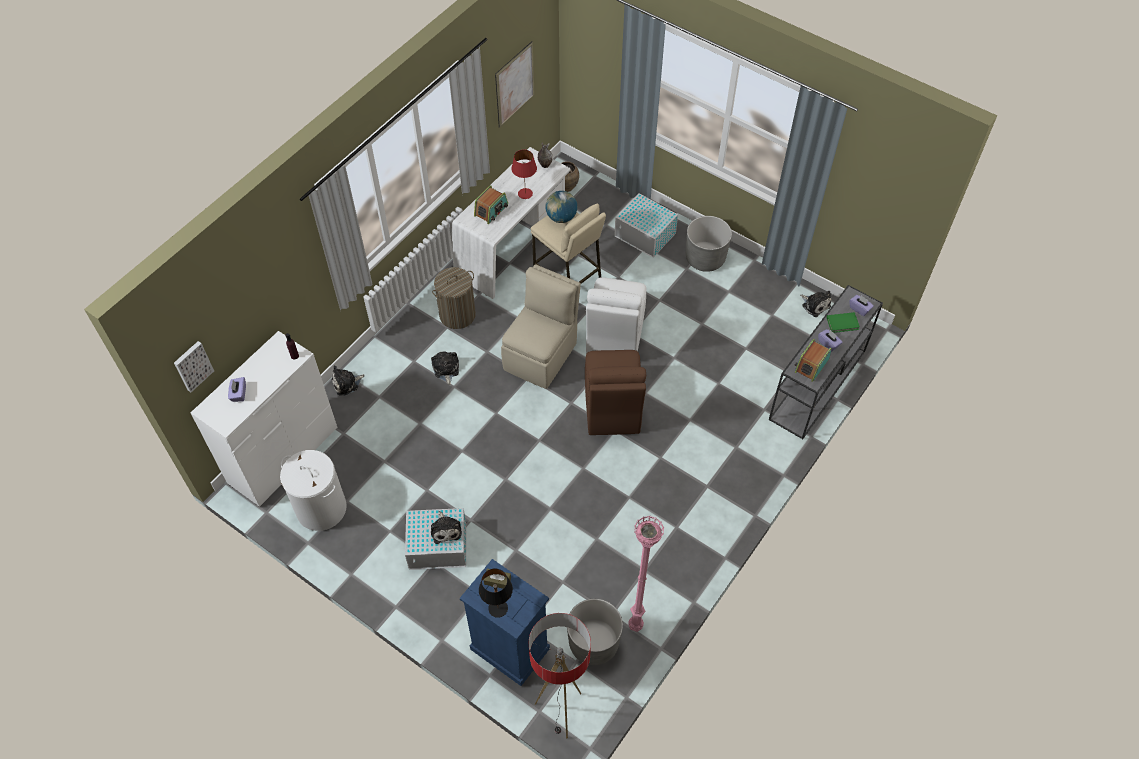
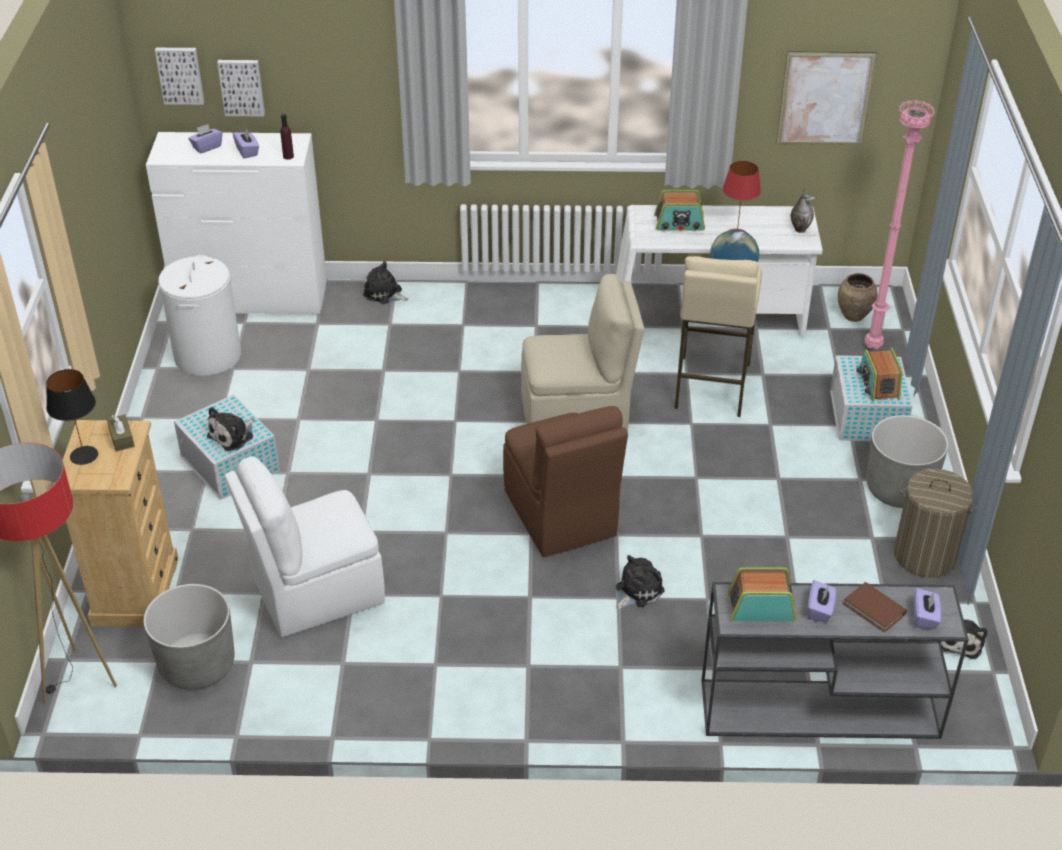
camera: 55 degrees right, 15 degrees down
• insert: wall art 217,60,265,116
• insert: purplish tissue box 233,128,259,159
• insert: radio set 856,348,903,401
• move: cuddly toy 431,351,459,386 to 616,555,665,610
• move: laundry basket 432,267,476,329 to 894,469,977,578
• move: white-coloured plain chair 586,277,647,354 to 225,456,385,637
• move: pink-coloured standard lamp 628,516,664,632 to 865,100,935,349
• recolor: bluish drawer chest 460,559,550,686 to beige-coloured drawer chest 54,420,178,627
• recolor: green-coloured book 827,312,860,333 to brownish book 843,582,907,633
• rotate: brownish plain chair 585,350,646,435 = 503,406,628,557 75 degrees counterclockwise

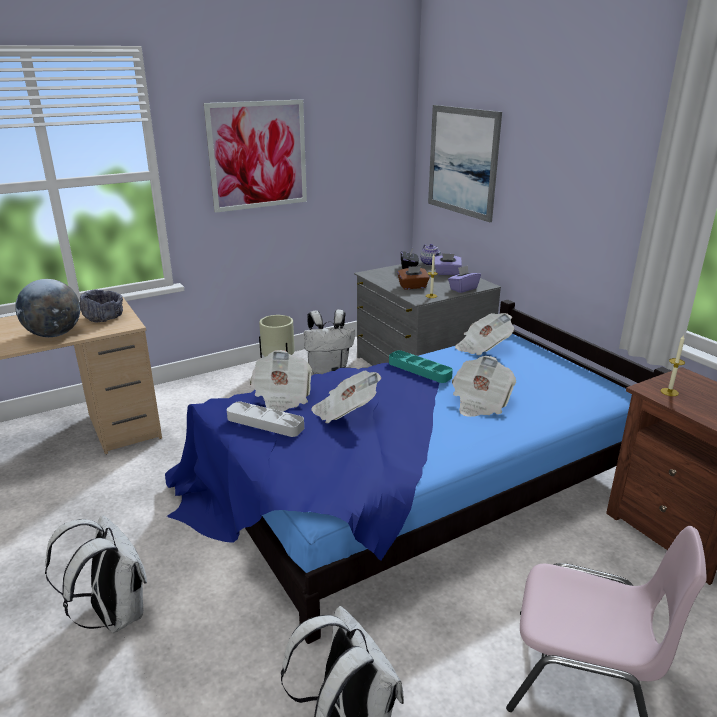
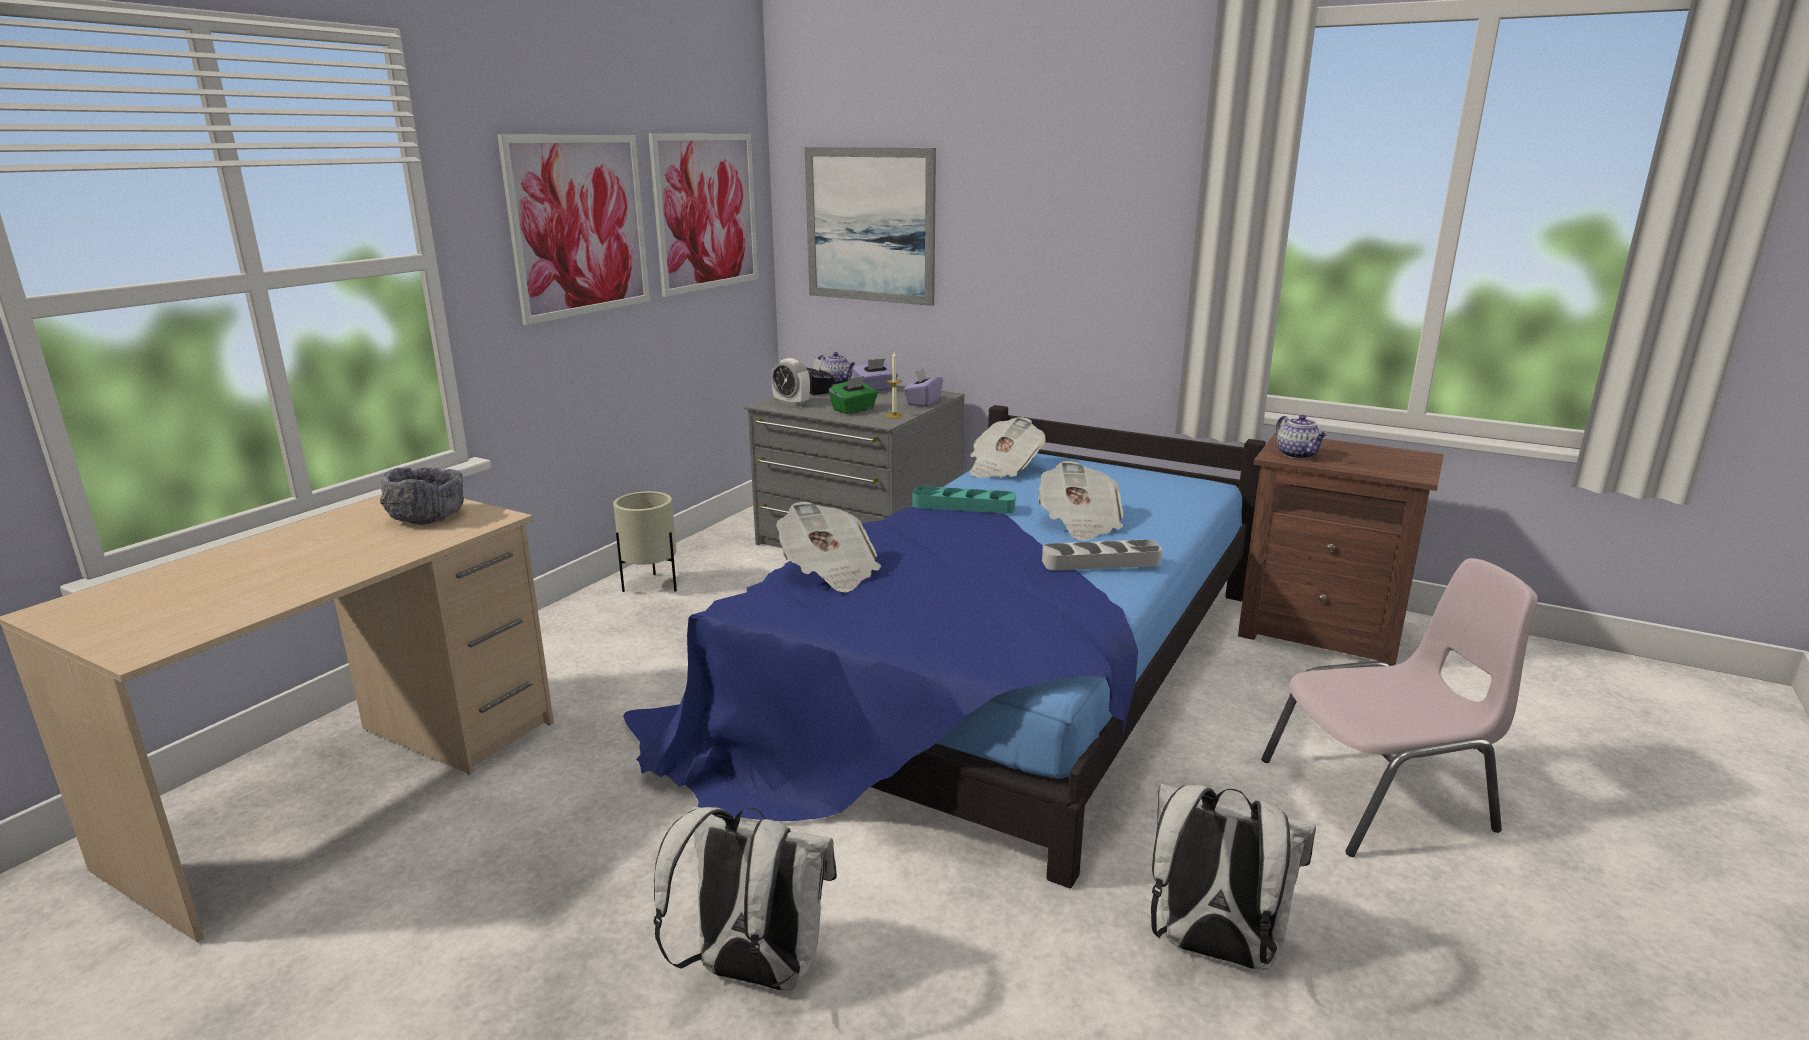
camera: 30 degrees left, 5 degrees down
• delete: globe 15,279,80,337
• delete: white-coloured backpack 304,309,355,374
• delete: daily paper 311,370,381,423
• insert: wall art 649,133,758,297
• insert: table clock 771,358,810,406
• move: gray serving tray 227,401,304,437 to 1042,540,1162,570
• replace: wax candle 661,335,685,396 to tea pot 1276,415,1327,459
• recolor: brownish tissue box 397,266,430,289 to green-coloured tissue box 829,376,878,414

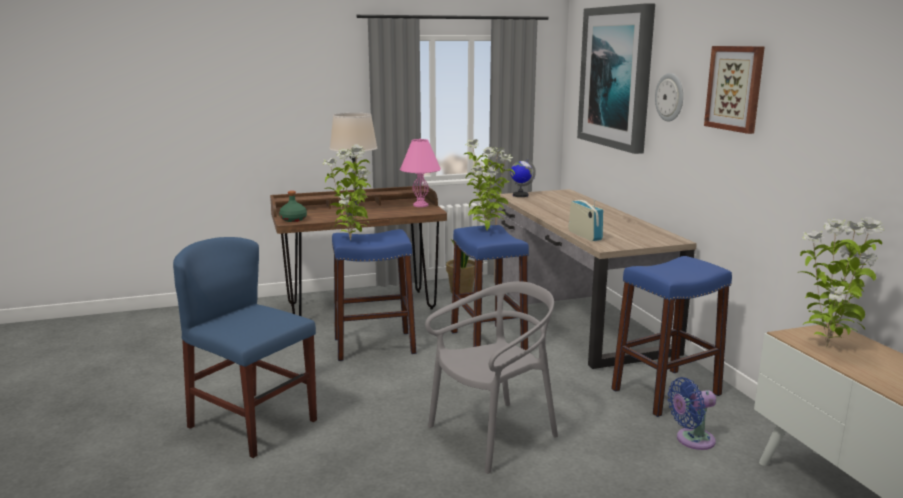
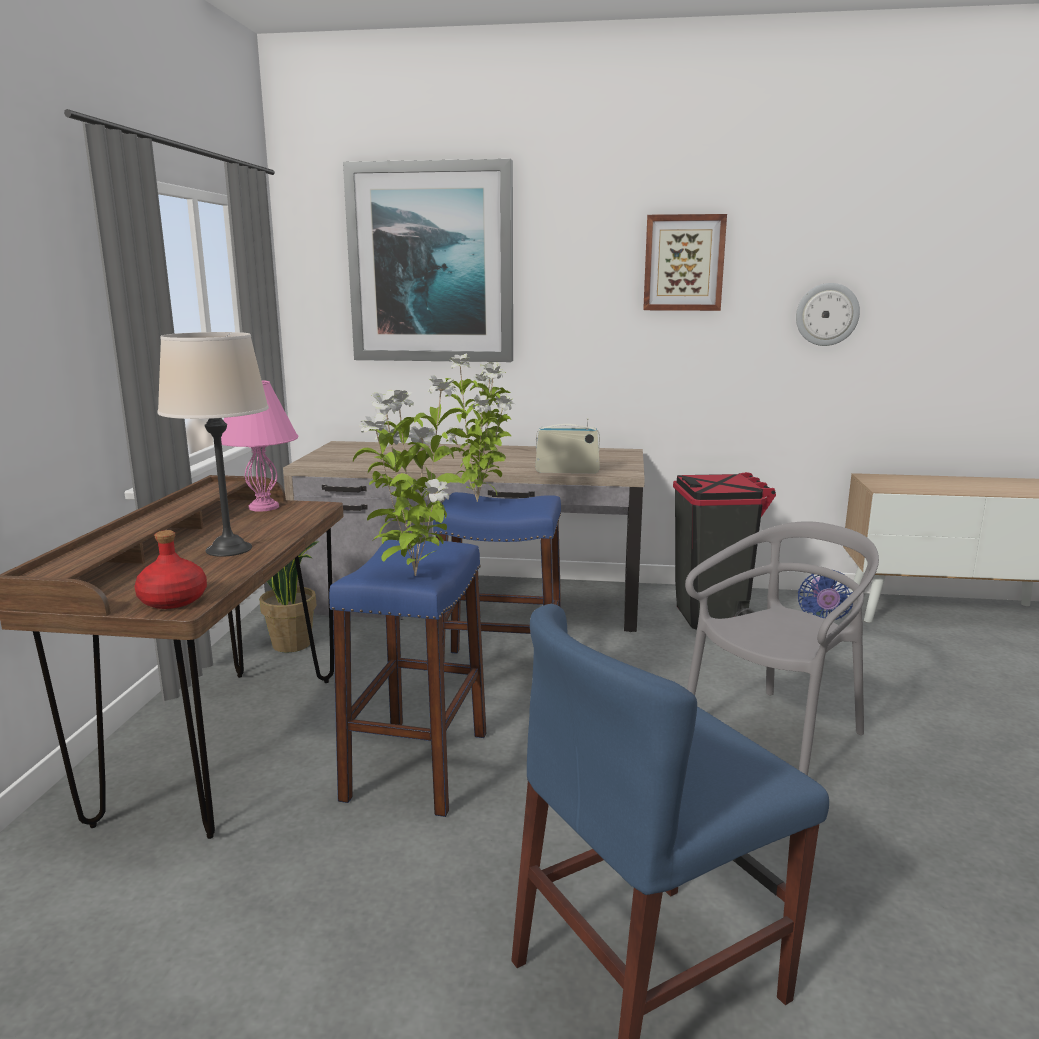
camera: 65 degrees left, 0 degrees up
• delete: globe 510,159,536,197
• delete: plant in a pot 800,217,884,347
• move: wall clock 655,73,683,121 to 796,283,860,346
• replace: bluish sitting stool 611,256,732,417 to blackish rubbish bin 673,472,776,630
• recolor: green-coloured bottle 279,191,307,222 to red-coloured bottle 134,530,207,609
• rotate: gray plain chair 425,281,558,474 = 685,521,879,776 60 degrees clockwise

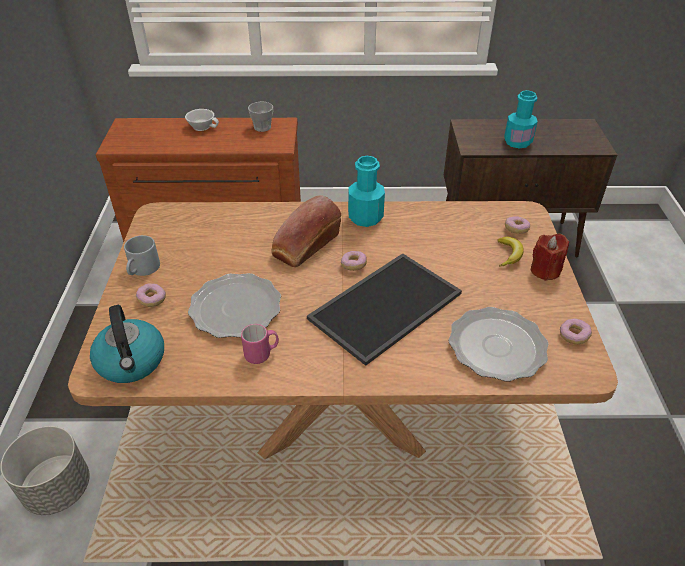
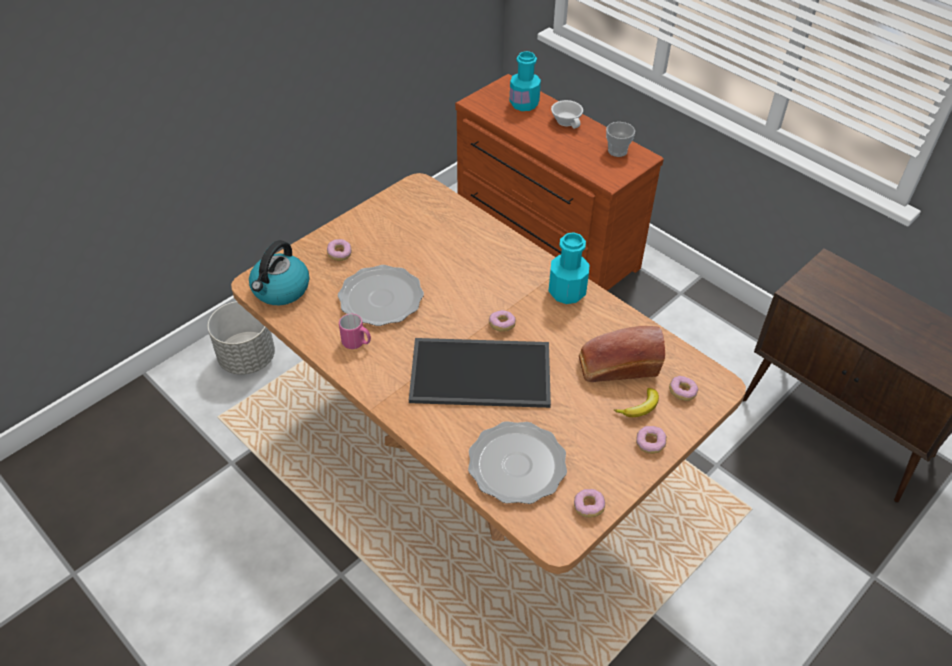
camera: 45 degrees right, 5 degrees up
• delete: gray tea mug 124,235,160,276
• move: baked bread 271,195,341,267 to 579,326,665,382
• move: blue-green bottle 504,90,538,148 to 509,51,541,111
• replace: red-coloured wax candle 531,234,569,281 to donut 636,426,667,454

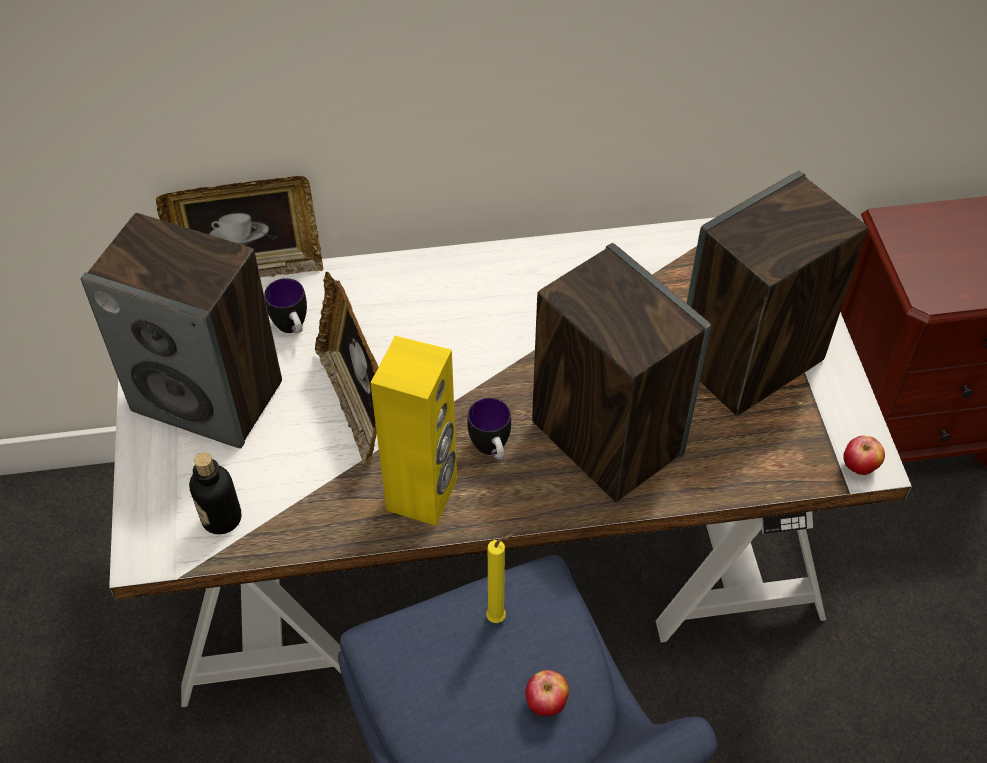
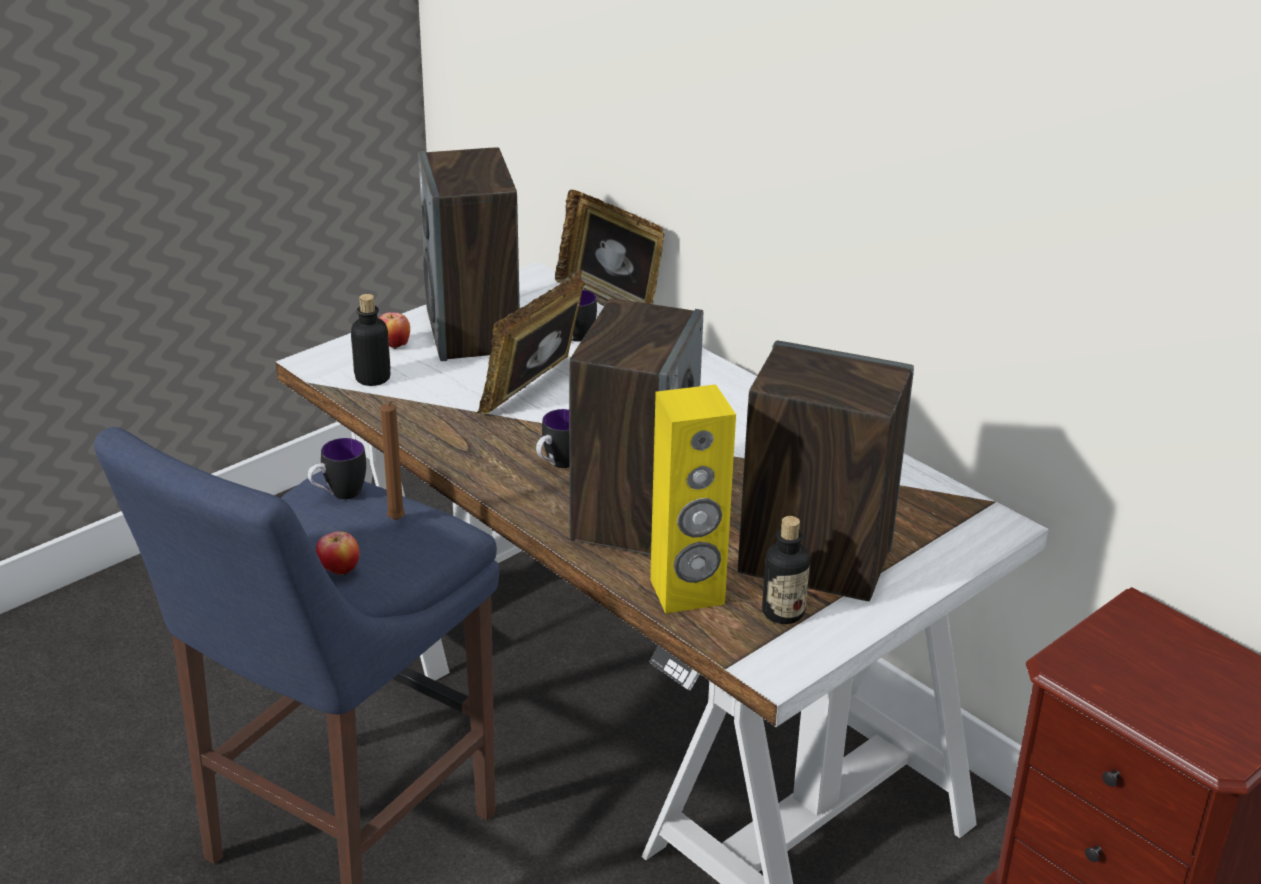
camera: 55 degrees right, 20 degrees down
• insert: tea mug 308,438,366,500
• insert: bottle 762,516,810,624
• move: yellowish audio speaker 370,336,457,526 to 650,384,736,614
• move: apple 843,436,885,475 to 379,312,410,350
• recolor: yellowish wax candle 486,534,514,623 to brownish wax candle 380,399,405,520

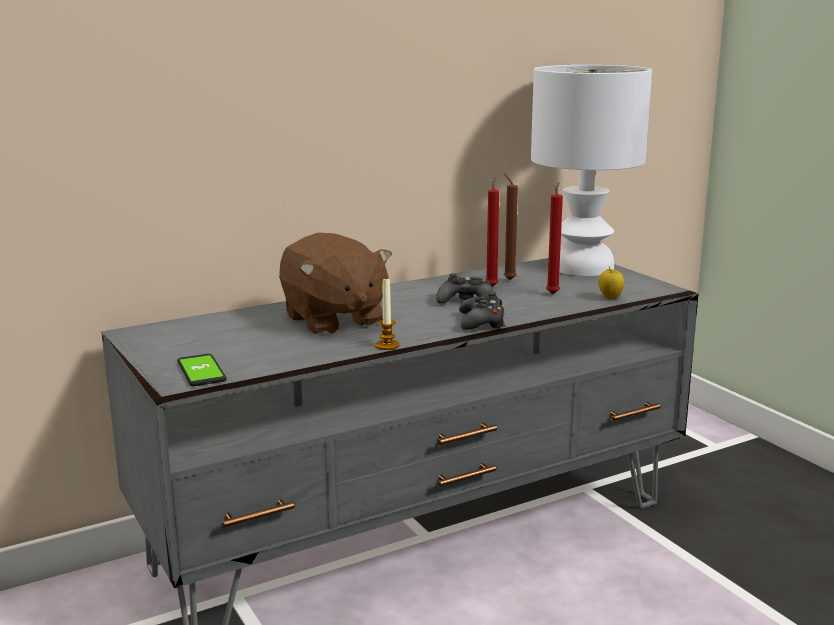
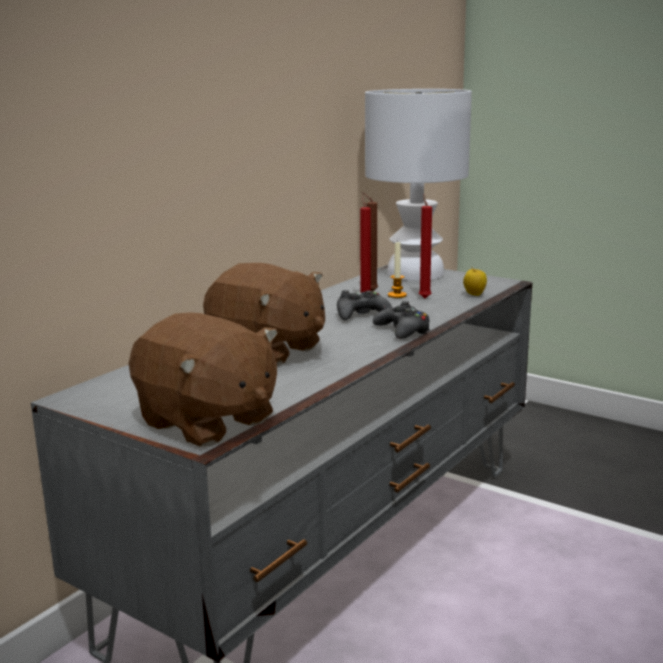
camera: 25 degrees left, 0 degrees up
• move: wax candle 375,279,399,350 to 388,241,407,298
• replace: phone 177,354,227,386 to brownish cuddly toy 128,312,278,446

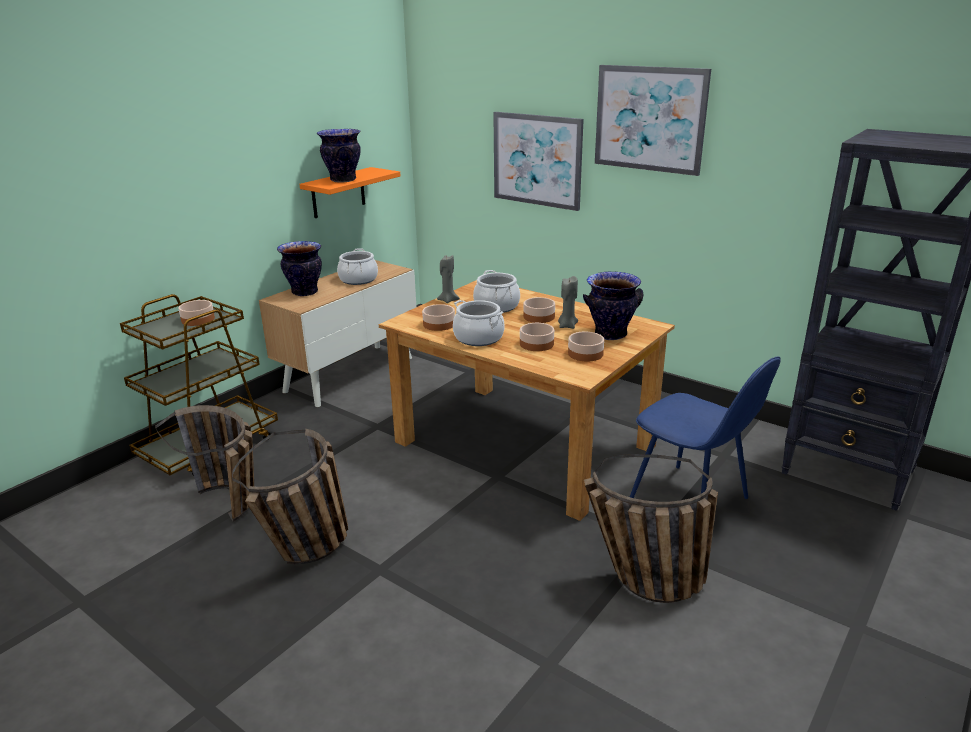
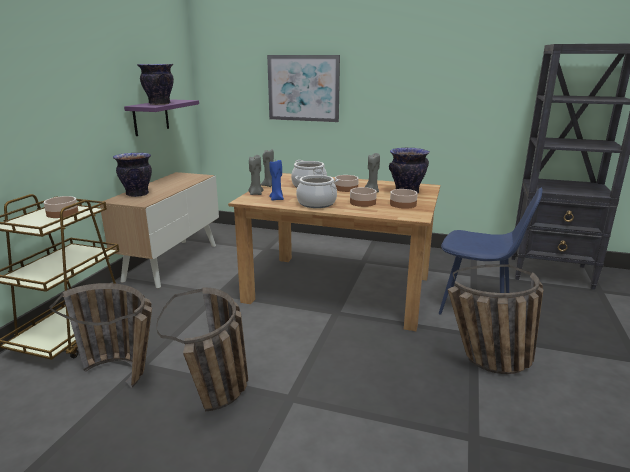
camera: 20 degrees left, 5 degrees down
• delete: stockpot 337,248,378,285
• delete: wall art 595,65,711,176
• insert: gray wax candle 248,155,263,195
• replace: bowl 422,304,455,331 to bluish wax candle 269,159,284,201
• recolor: orange-coloured wall shelf 299,167,401,218 to purplish wall shelf 124,99,199,136

